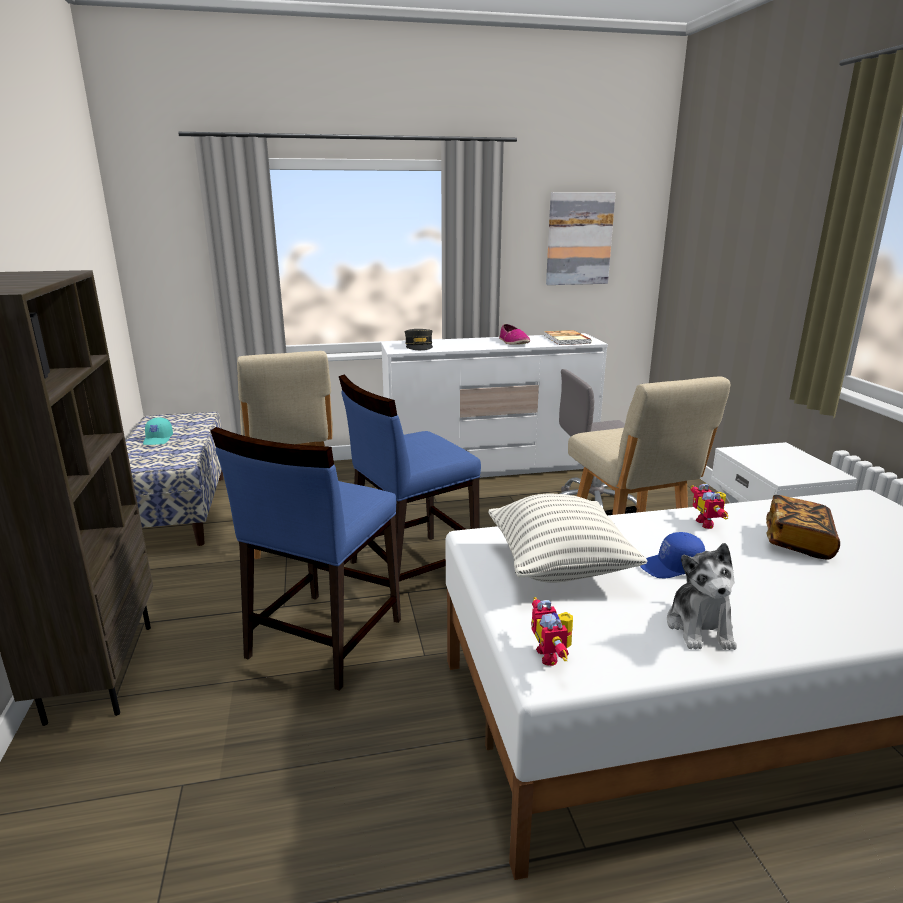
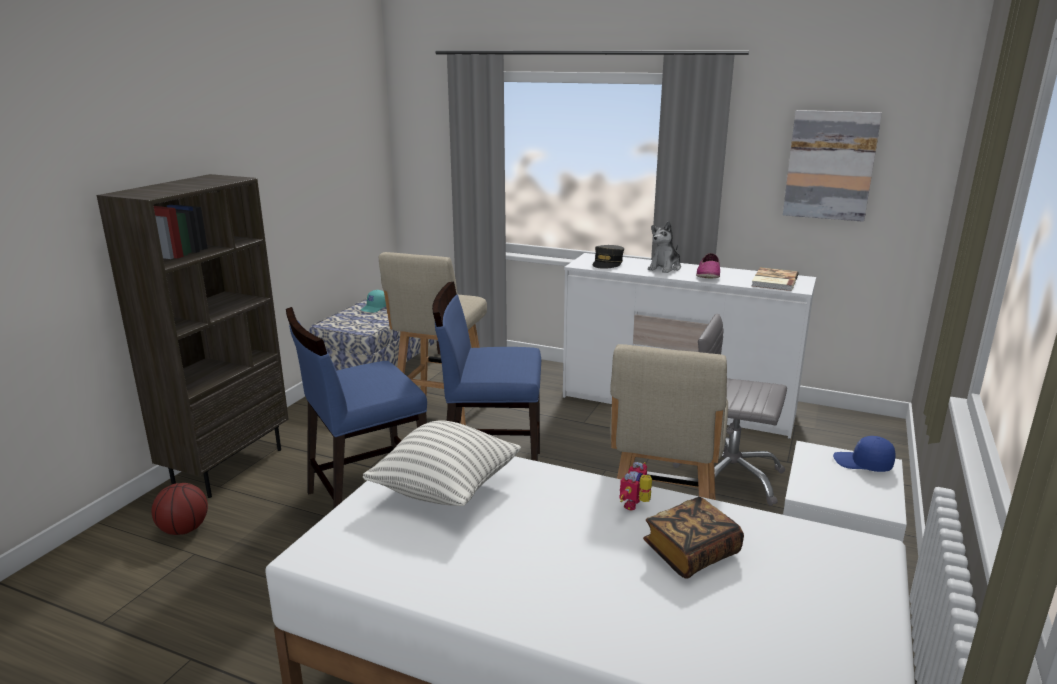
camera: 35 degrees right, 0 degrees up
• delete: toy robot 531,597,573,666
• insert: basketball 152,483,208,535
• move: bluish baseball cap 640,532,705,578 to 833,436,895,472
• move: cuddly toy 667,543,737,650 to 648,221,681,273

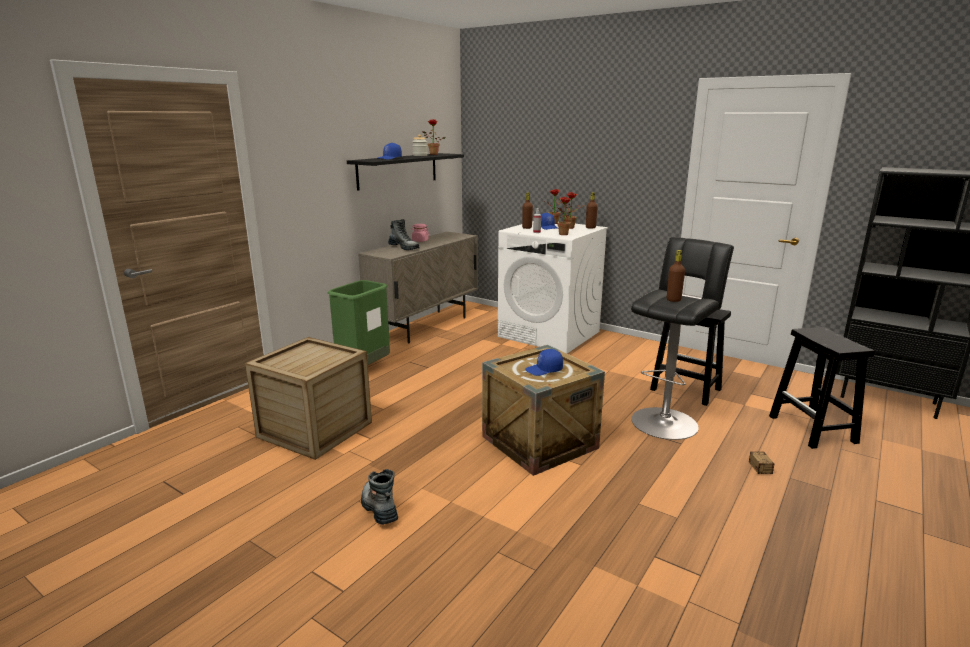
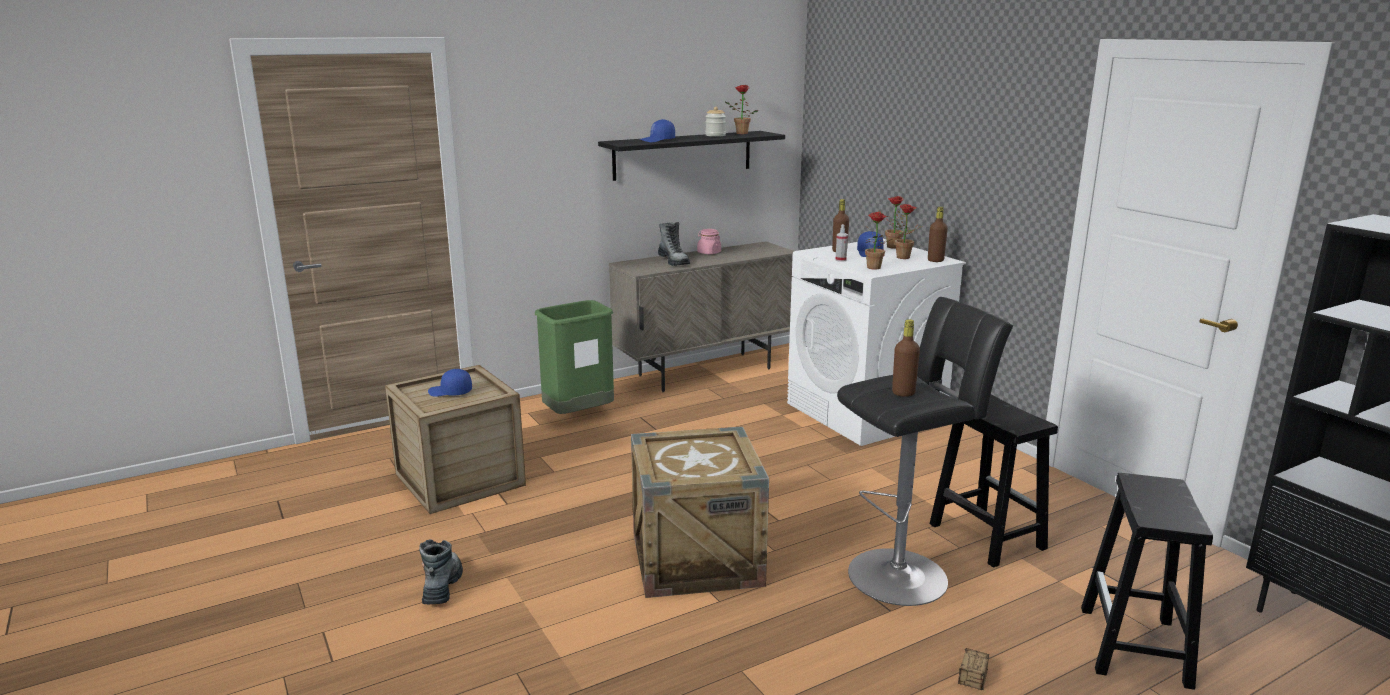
camera: 25 degrees right, 0 degrees up
• move: bluish baseball cap 525,349,563,376 to 428,369,472,397

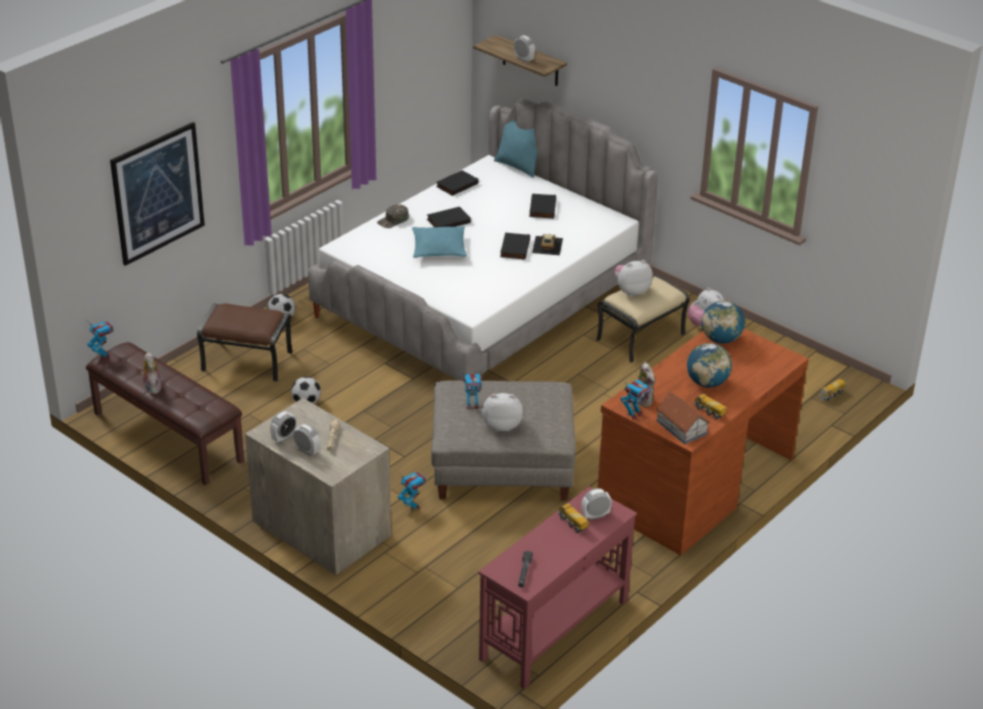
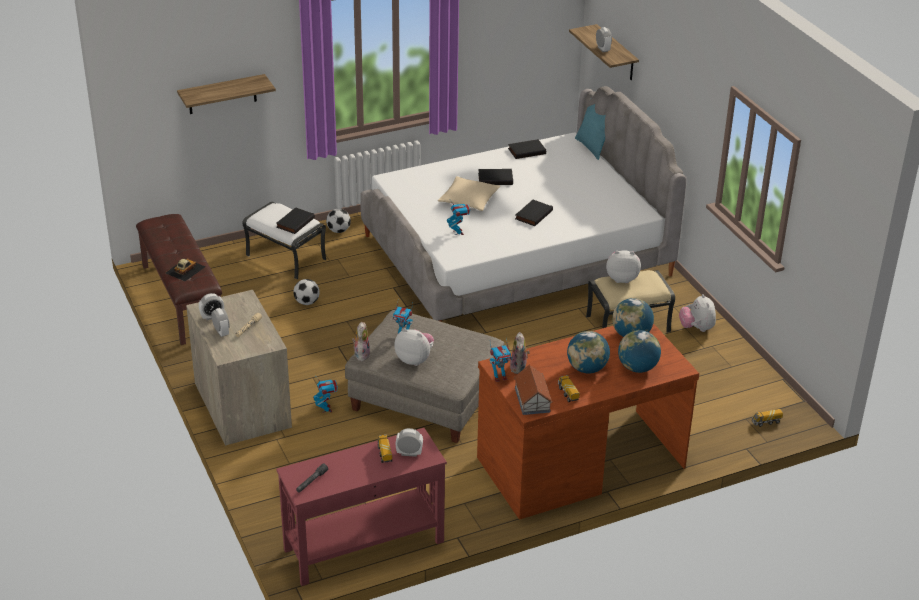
camera: 25 degrees right, 0 degrees up
• delete: green-coloured baseball cap 377,205,409,228
• insert: globe 618,330,661,373
• move: toy robot 87,321,114,359 to 447,201,470,235
• move: cuddly toy 140,352,162,394 to 352,322,370,361
• move: blackish book 529,194,556,219 to 276,207,315,234
• move: miniature car 532,234,563,255 to 165,258,205,281
• replace: wall art 110,122,205,266 to wall shelf 177,74,276,114
• recolor: brownish footrest 197,303,292,382 to white-coloured footrest 242,202,326,279
• recolor: blue-green cushion 412,226,467,258 to beige-coloured cushion 438,176,500,211

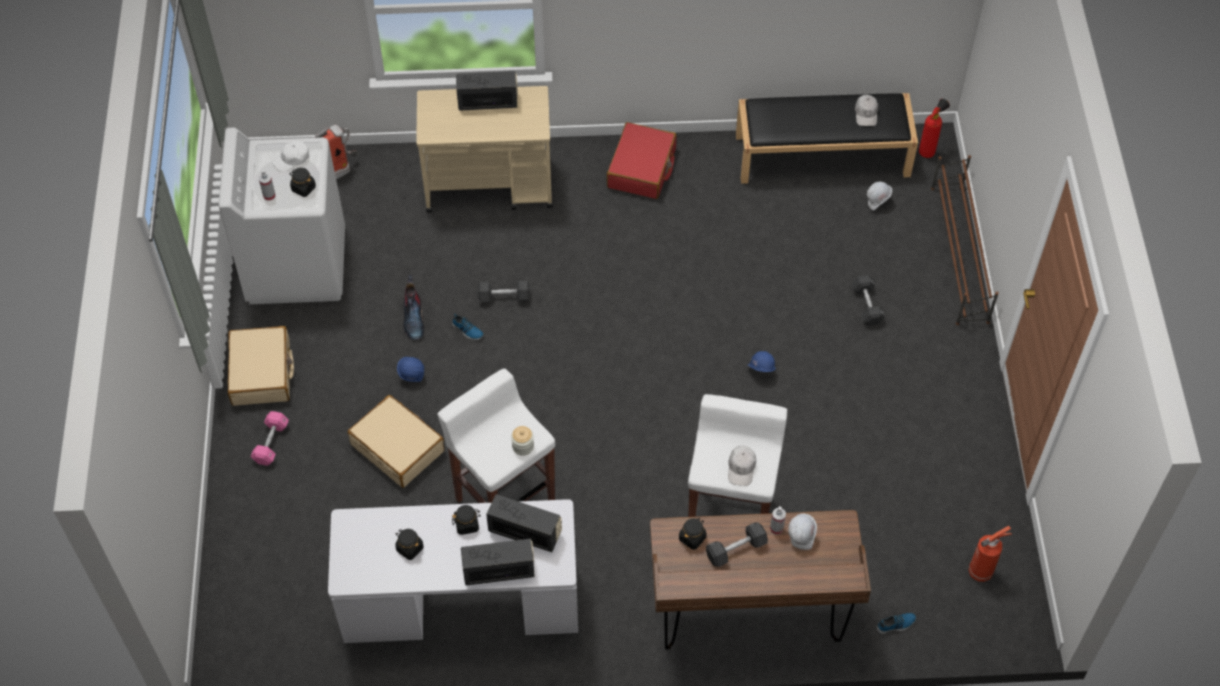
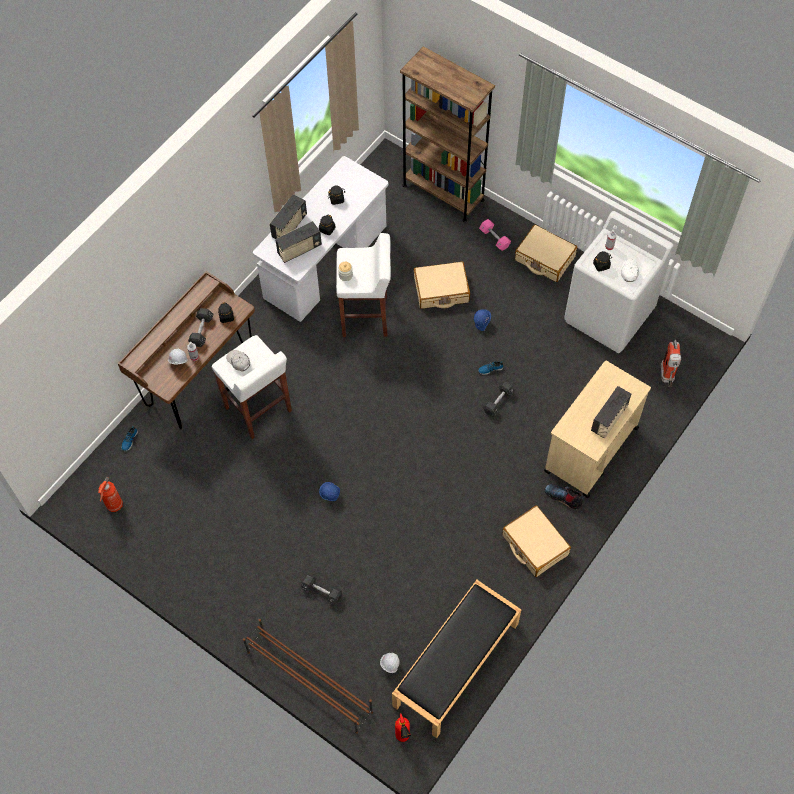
camera: 130 degrees right, 5 degrees up
• delete: white-coloured baseball cap 855,95,878,126
• insert: brownish shelving unit 400,46,495,222
• move: tall boot 403,274,424,340 to 545,484,586,510
• recolor: red-coloured suitcase 607,122,677,199 to beige-coloured suitcase 502,505,571,577

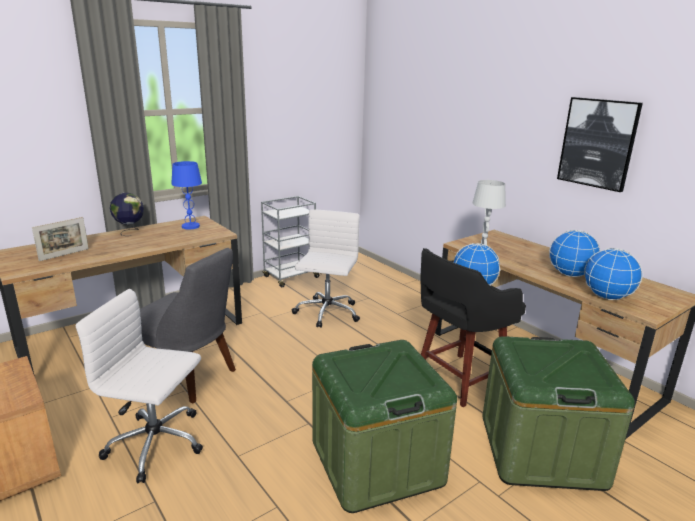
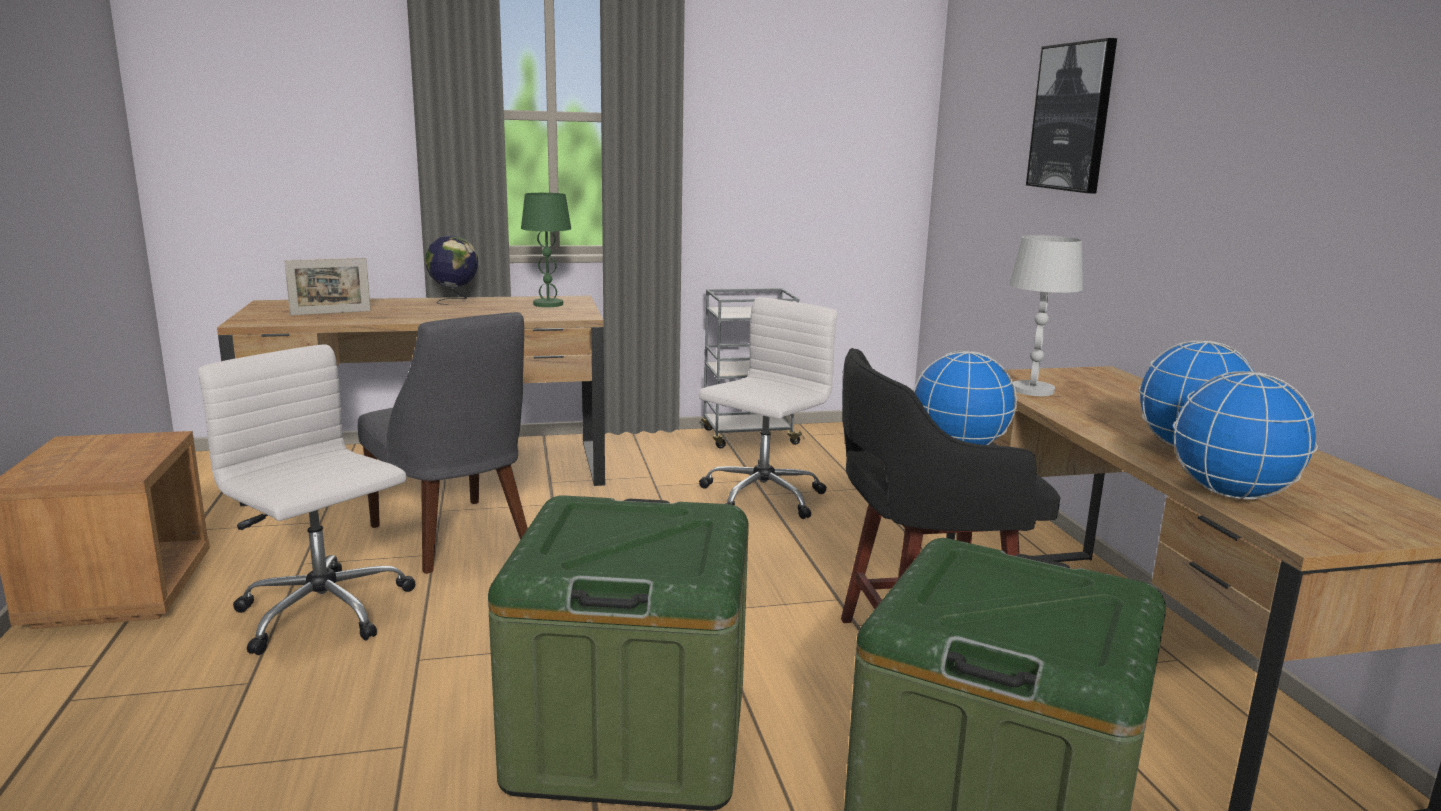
camera: 25 degrees right, 5 degrees down
• move: wall art 557,97,643,192 to 1026,38,1117,193
• recolor: bluish tabletop lamp 171,161,202,229 to green-coloured tabletop lamp 521,193,571,307

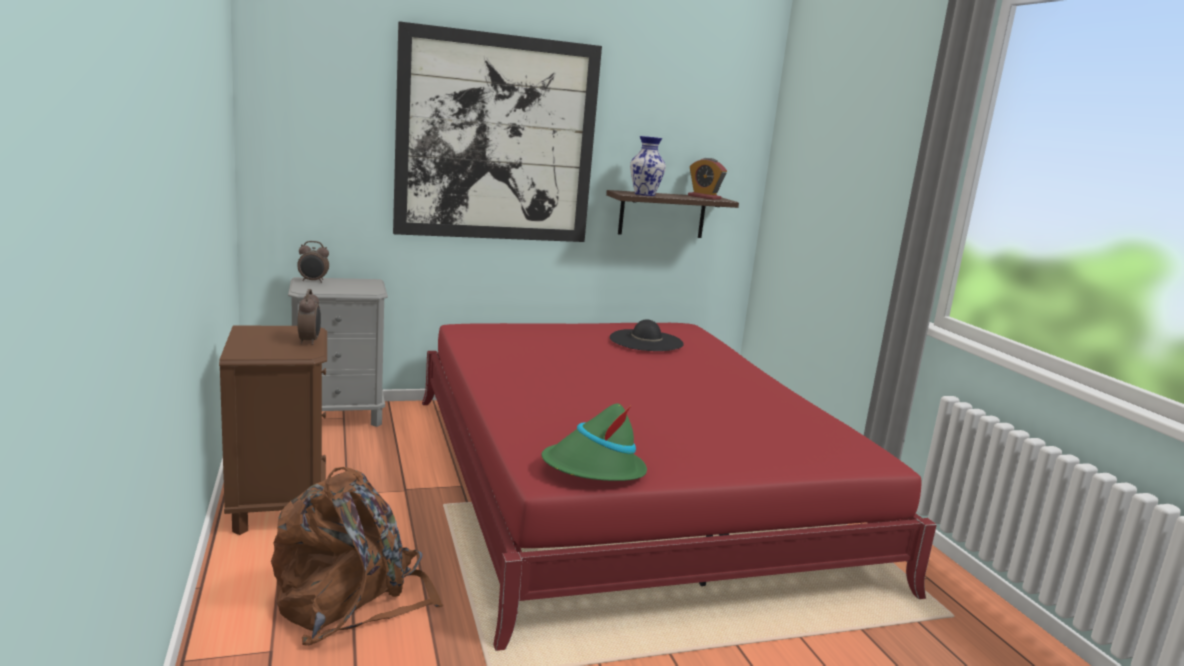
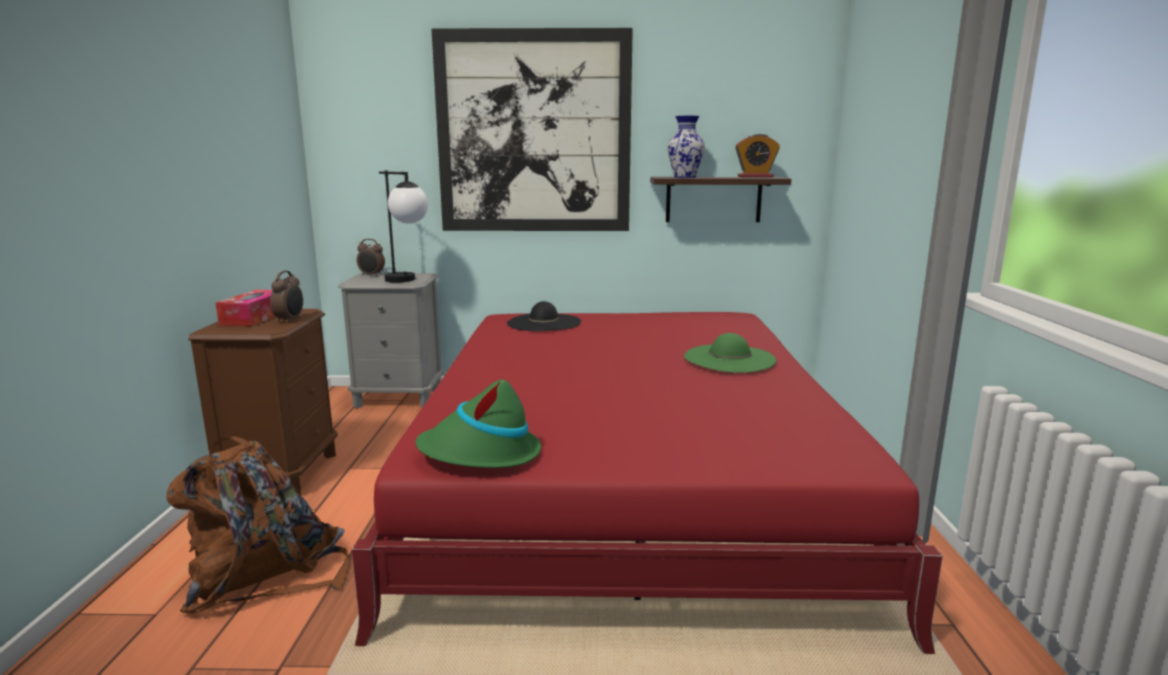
camera: 20 degrees right, 0 degrees up
• insert: tissue box 215,290,276,326
• insert: tabletop lamp 379,170,428,283
• insert: green-coloured wearable hat 684,333,776,373
• move: blackish wearable hat 610,319,684,351 to 507,301,581,331
• rotate: table clock 688,158,727,200 = 735,134,780,177 60 degrees counterclockwise

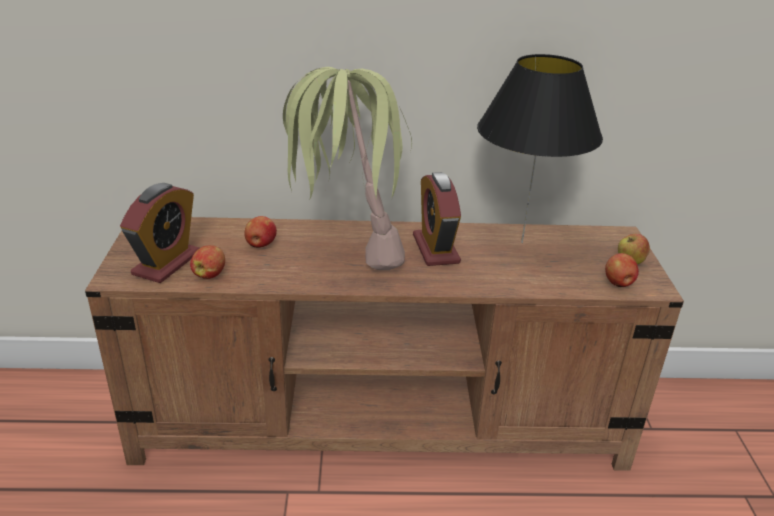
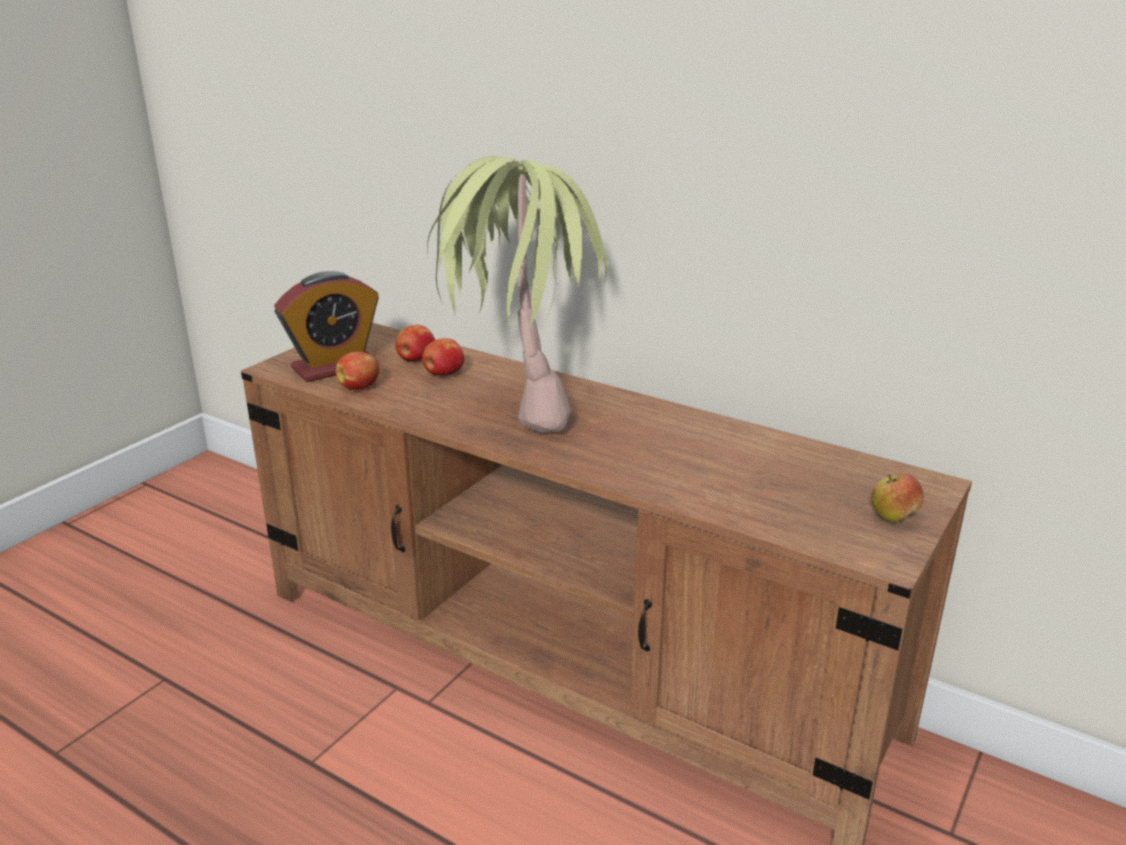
camera: 35 degrees right, 5 degrees down
• delete: table clock 413,172,461,266
• delete: blackish tabletop lamp 477,54,603,243
• move: apple 605,253,639,287 to 395,325,435,362

